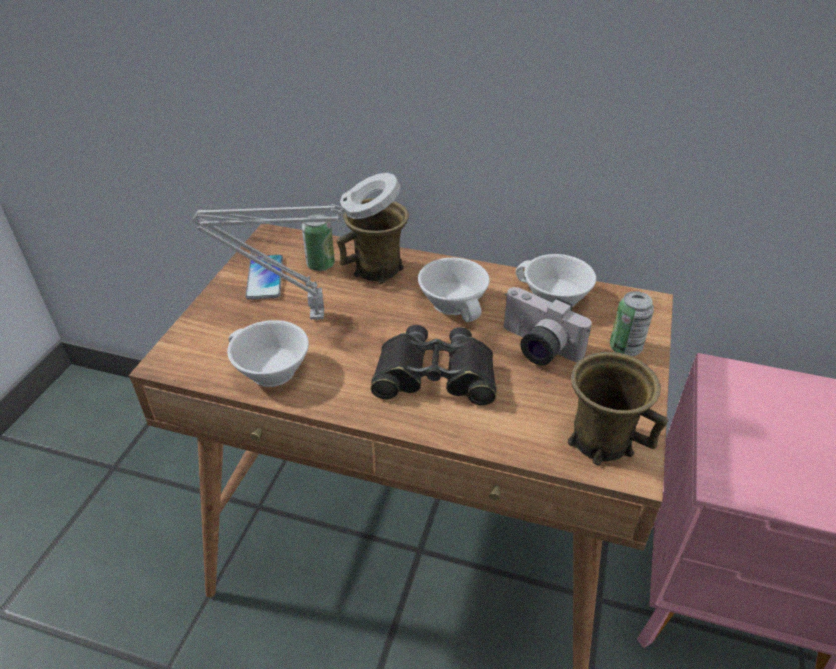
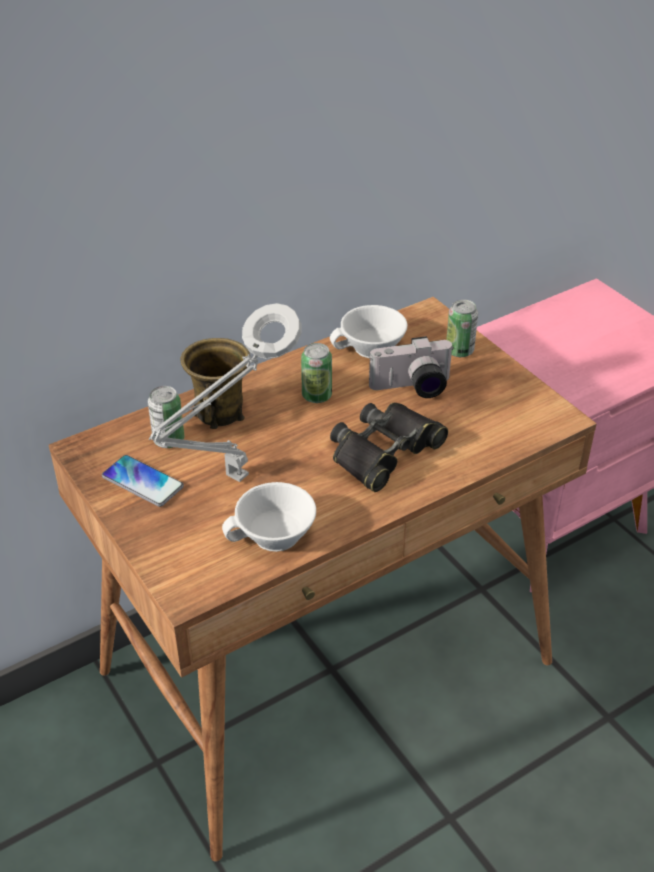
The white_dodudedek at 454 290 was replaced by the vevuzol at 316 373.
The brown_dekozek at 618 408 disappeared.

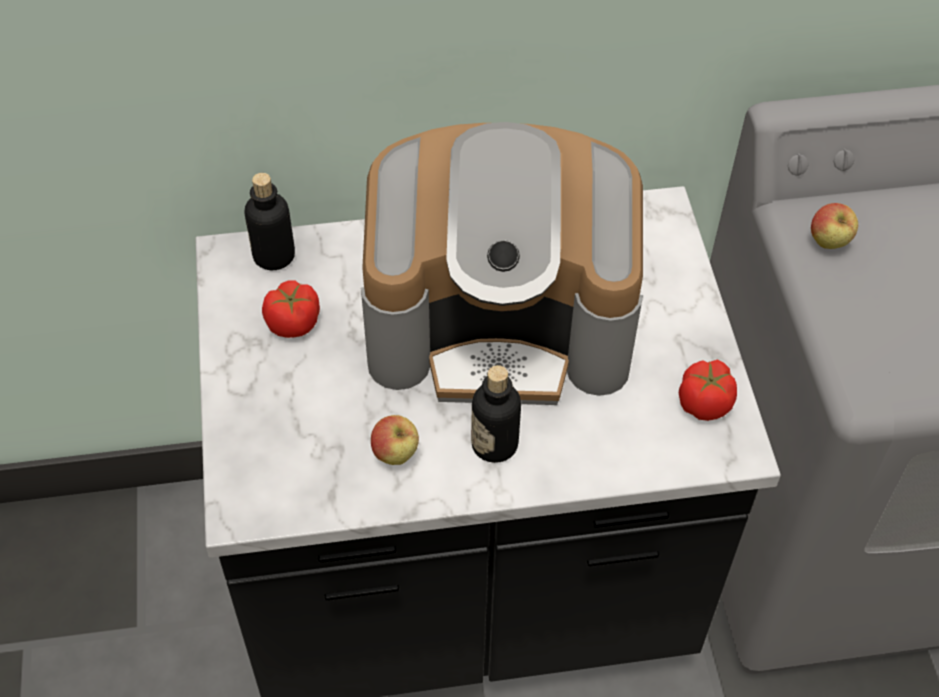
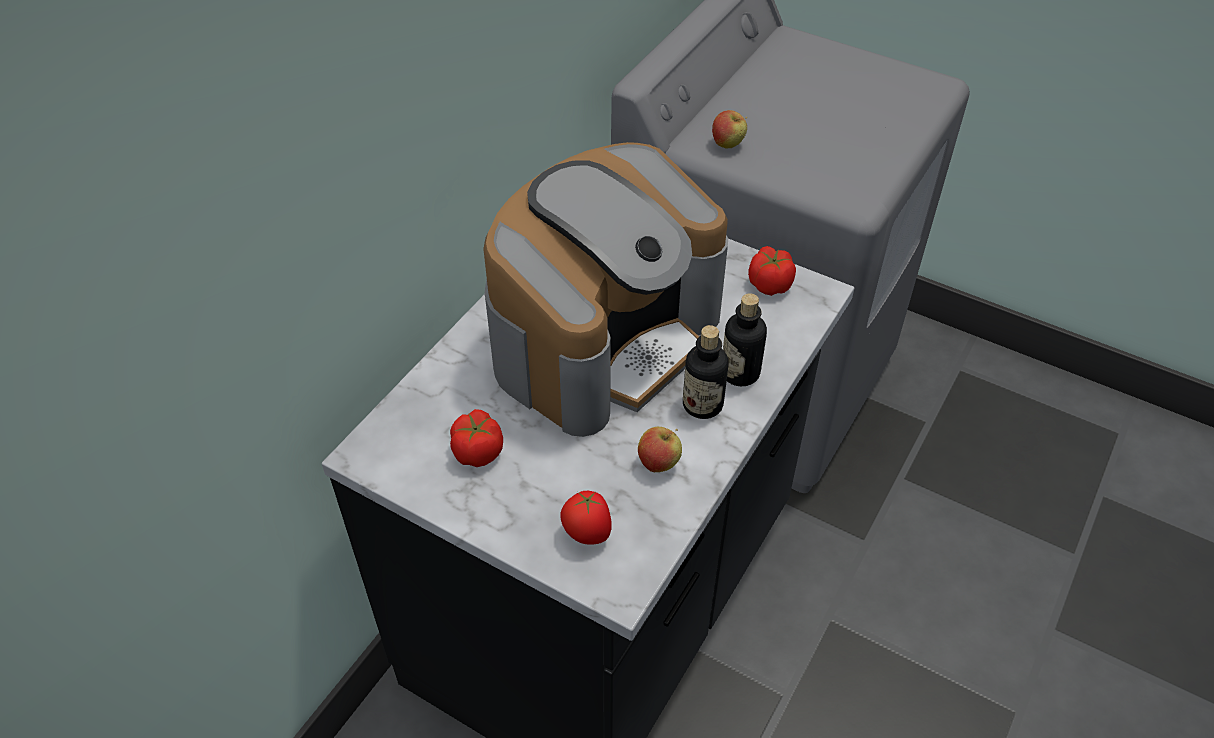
The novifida moved from 270 221 to 745 339.
The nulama at 586 518 appeared.

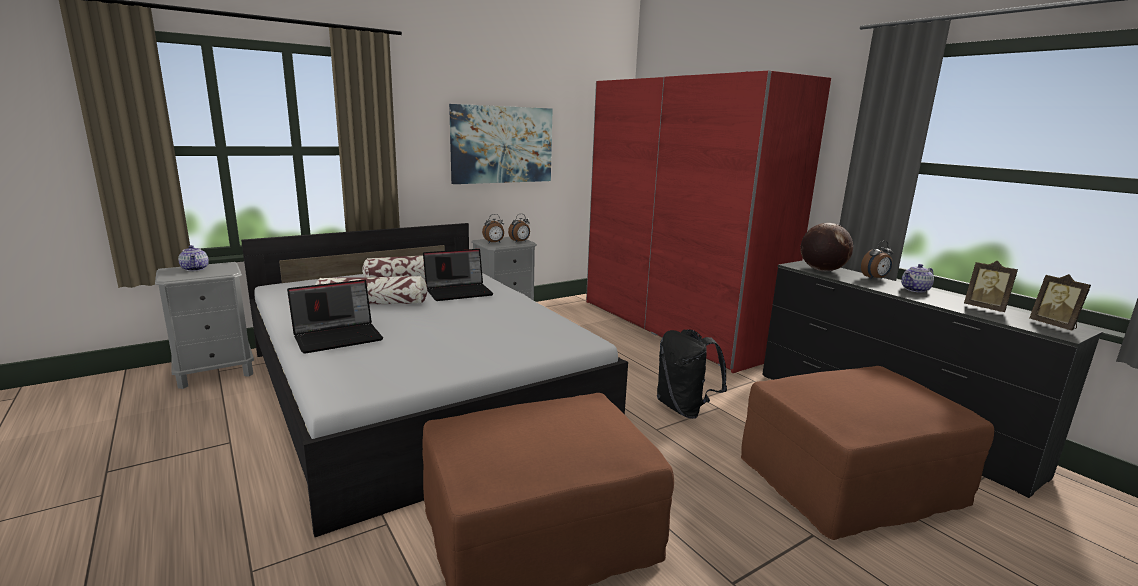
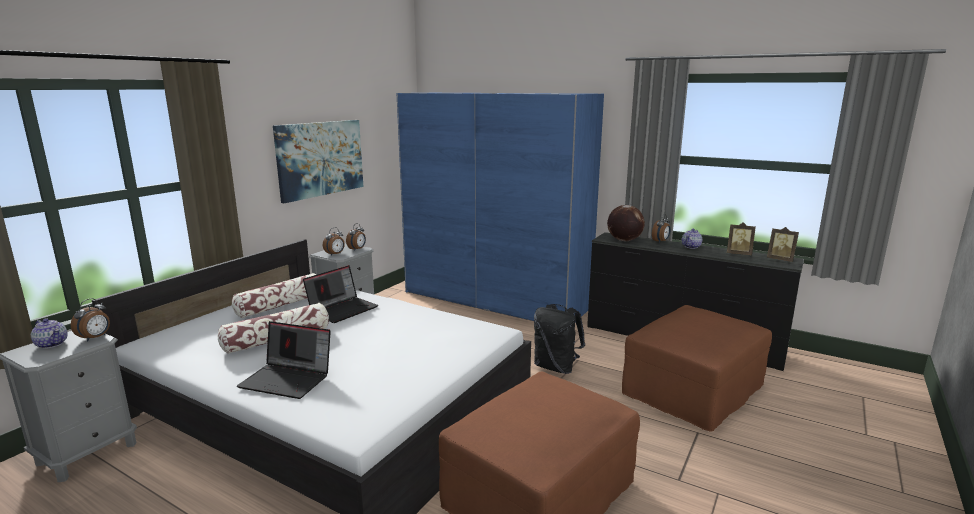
The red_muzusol at 708 221 became the blue_muzusol at 500 207.
The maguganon at 335 316 turned 75 degrees clockwise.
The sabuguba at 90 319 appeared.

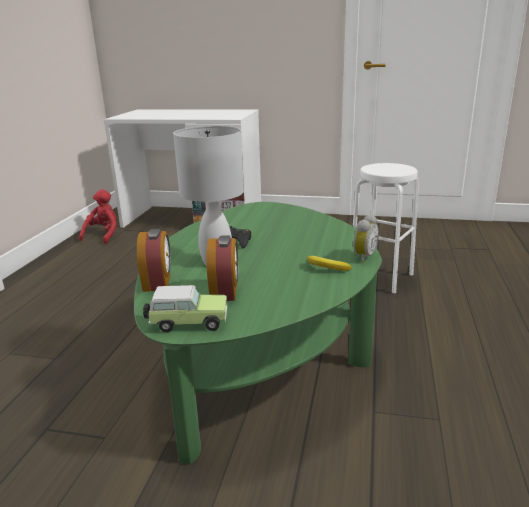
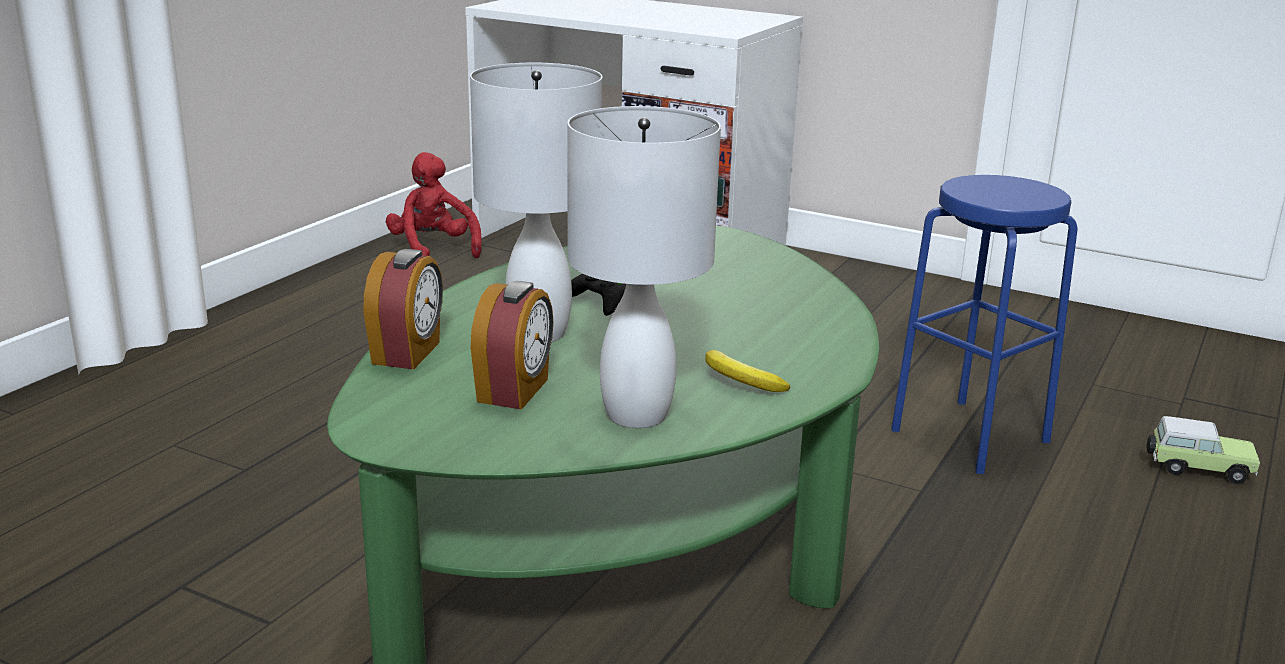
The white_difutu at 386 228 became the blue_difutu at 984 324.
The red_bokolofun at 98 217 turned 60 degrees counterclockwise.
The sabuguba at 366 238 disappeared.
The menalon moved from 185 308 to 1203 450.
The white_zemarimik at 644 267 appeared.

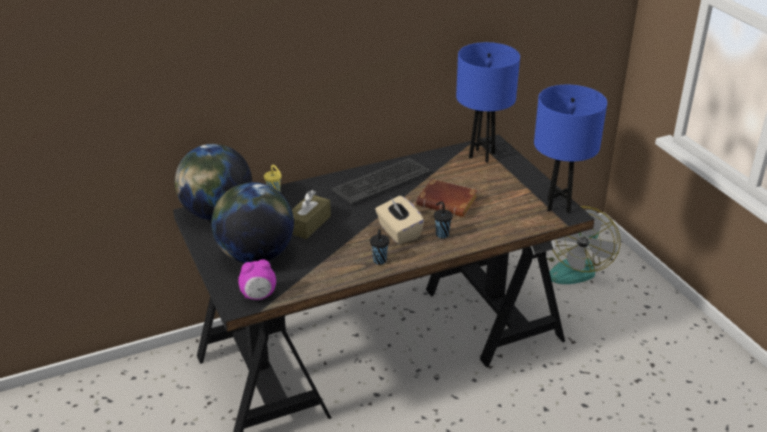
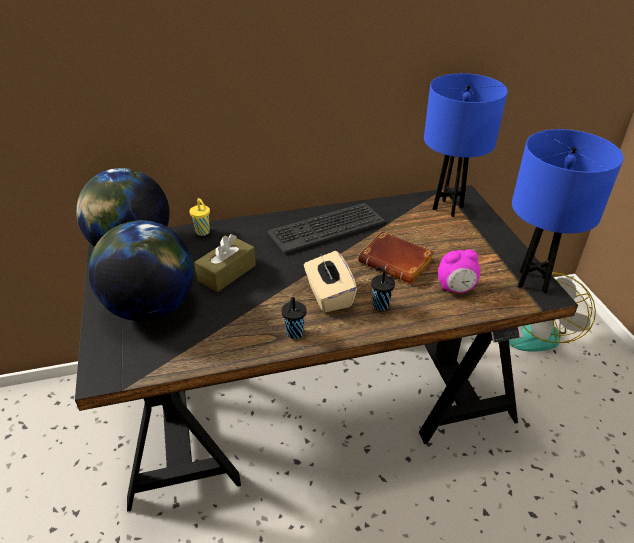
The sabuguba moved from 257 279 to 459 271.

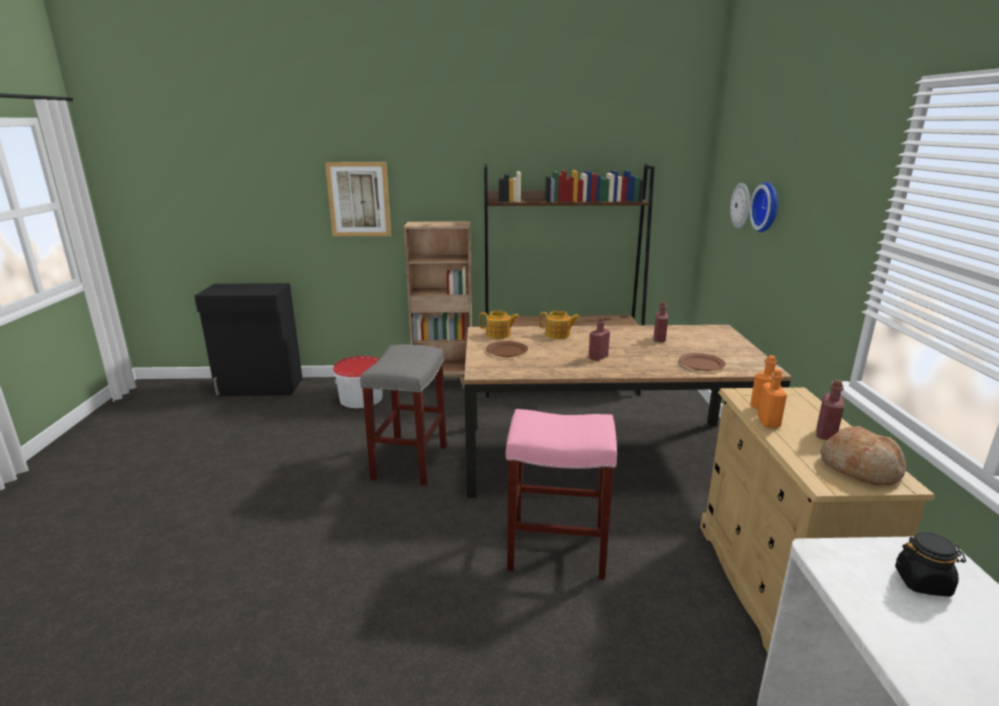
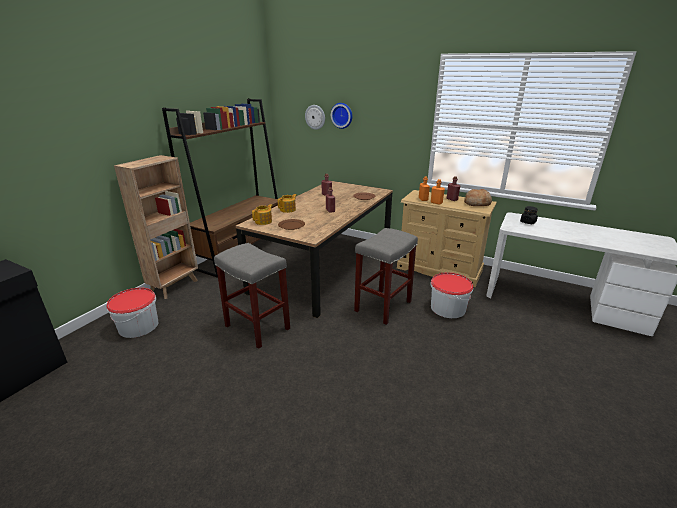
The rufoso at 358 199 disappeared.
The pink_difutu at 561 494 became the grey_difutu at 386 276.
The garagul at 452 295 appeared.

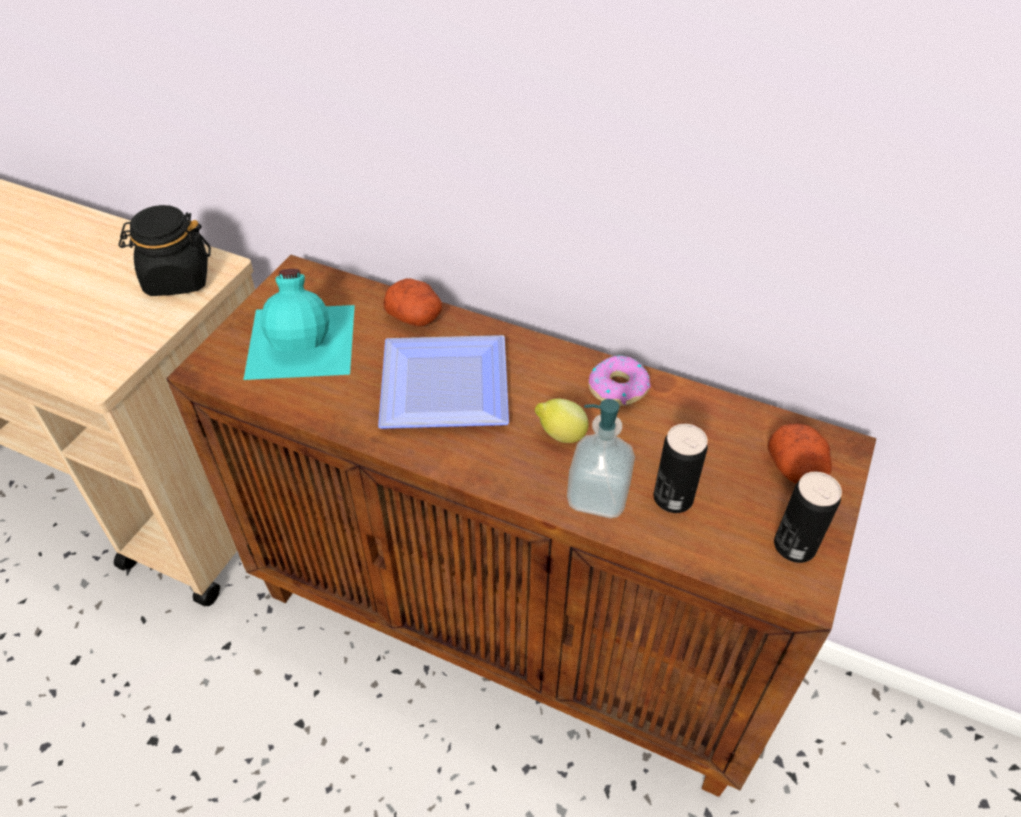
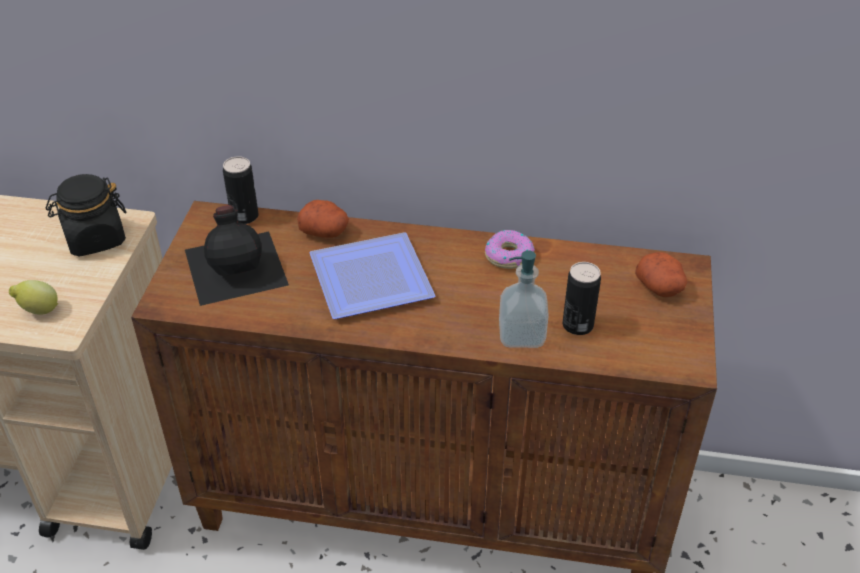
The turquoise_novifida at 299 324 became the black_novifida at 237 255.
The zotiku moved from 562 420 to 33 297.
The vevuzol moved from 808 517 to 241 190.

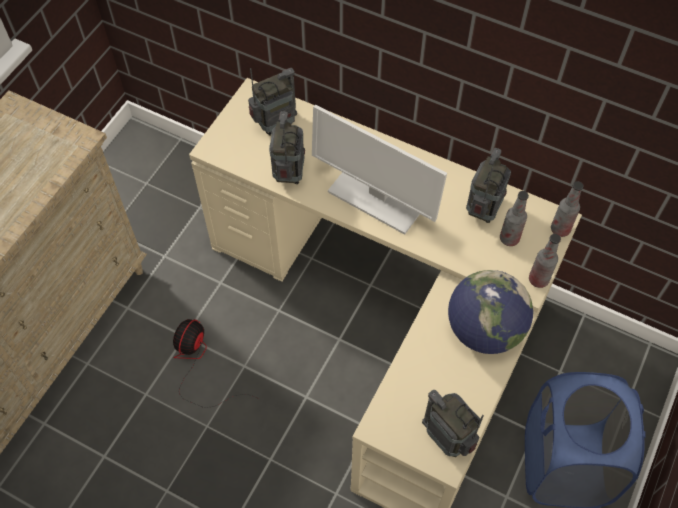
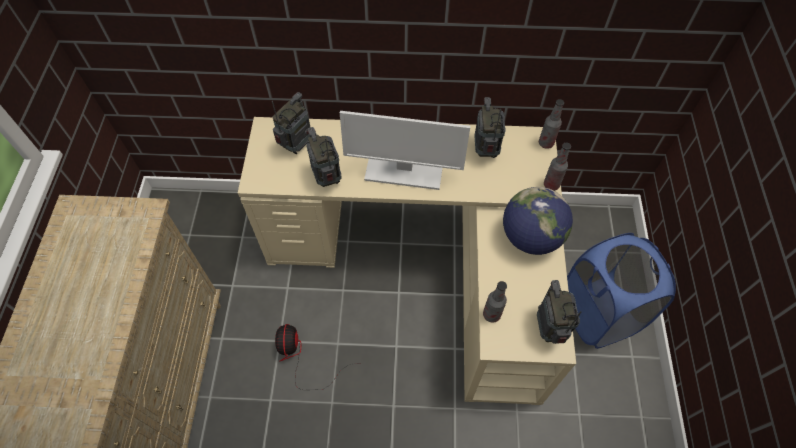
The novifida moved from 514 218 to 495 302.
The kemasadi at 453 423 turned 60 degrees clockwise.

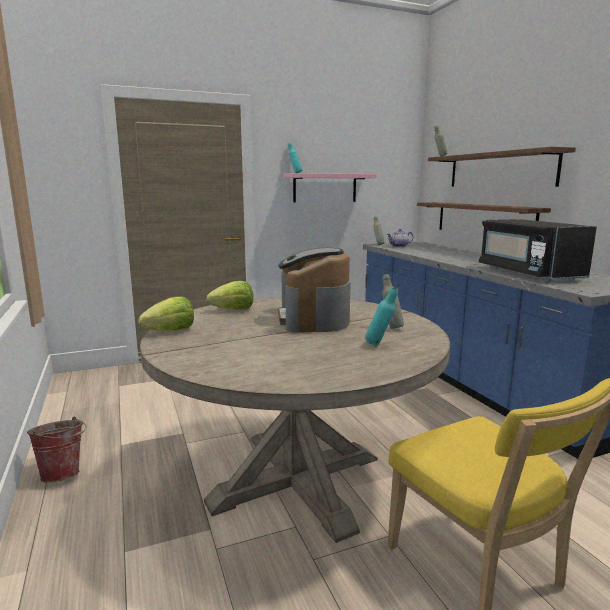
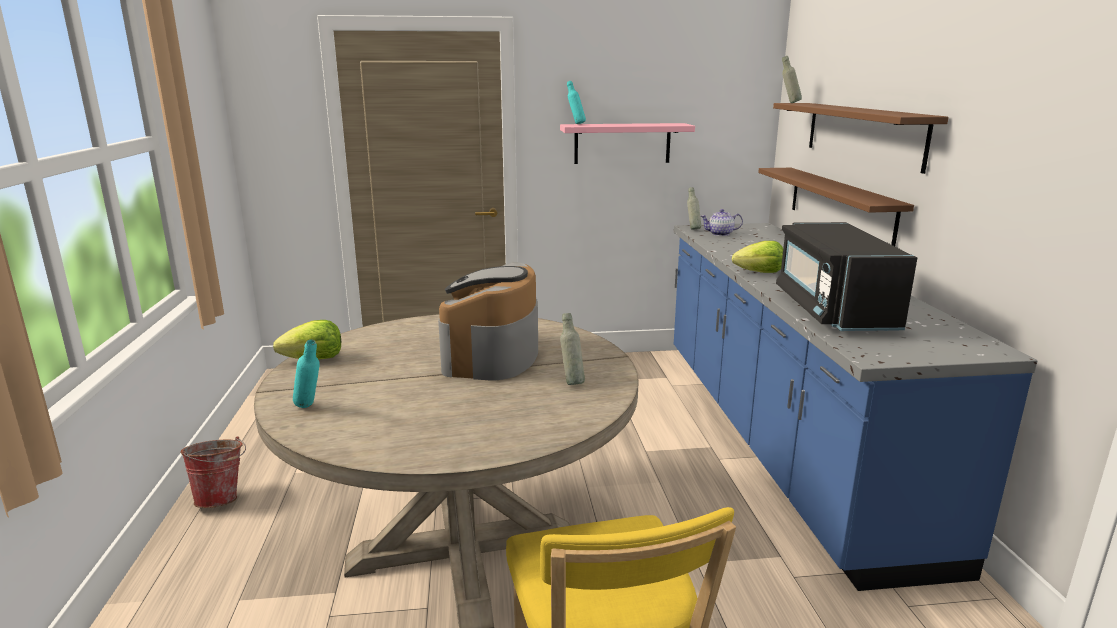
The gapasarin moved from 229 295 to 757 257.
The turquoise_novifida moved from 381 316 to 306 373.

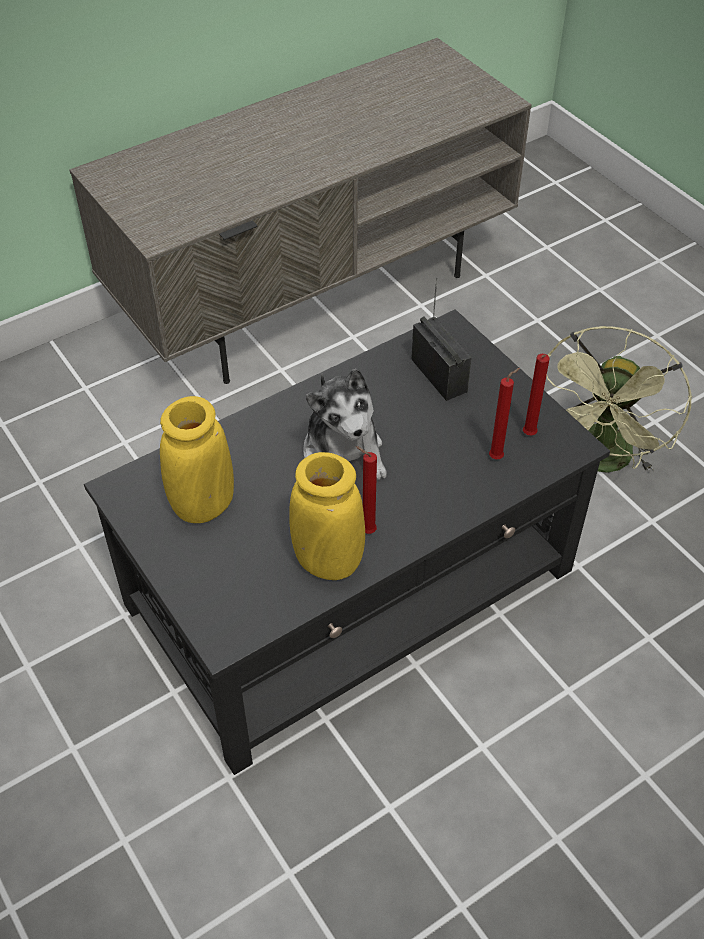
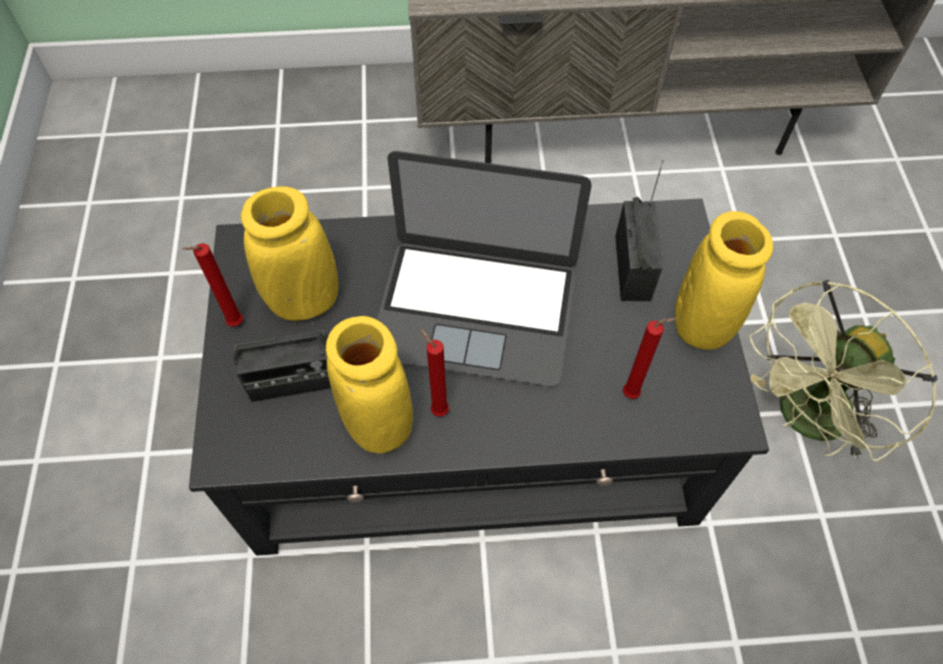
The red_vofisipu moved from 536 395 to 212 284.
The bokolofun at 345 424 was replaced by the maguganon at 484 268.
The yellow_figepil at 724 280 appeared.
The kemasadi at 282 359 appeared.

